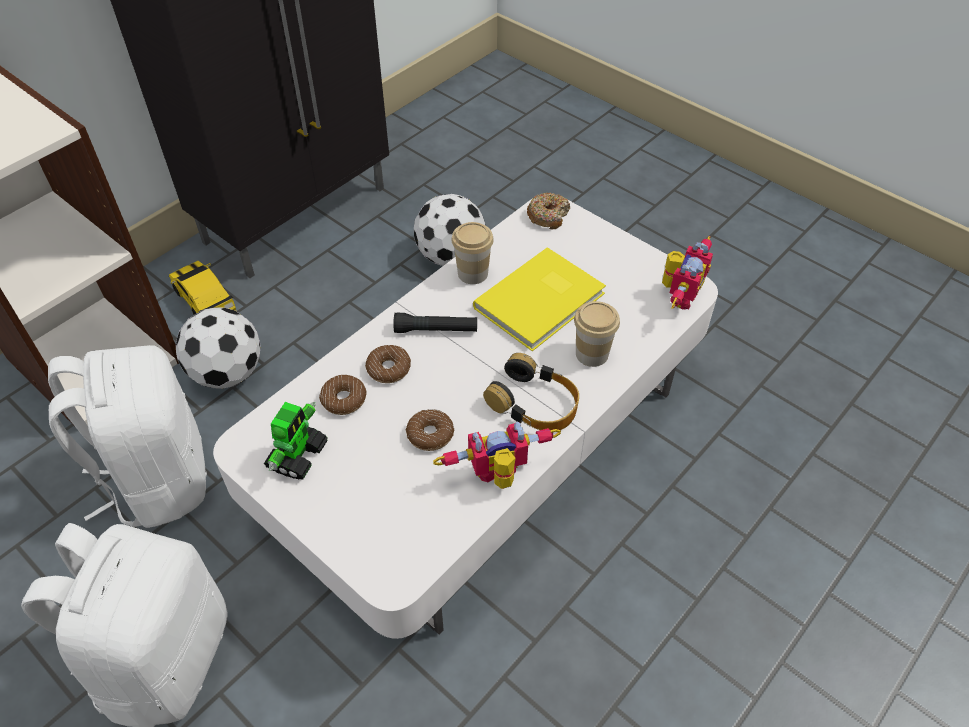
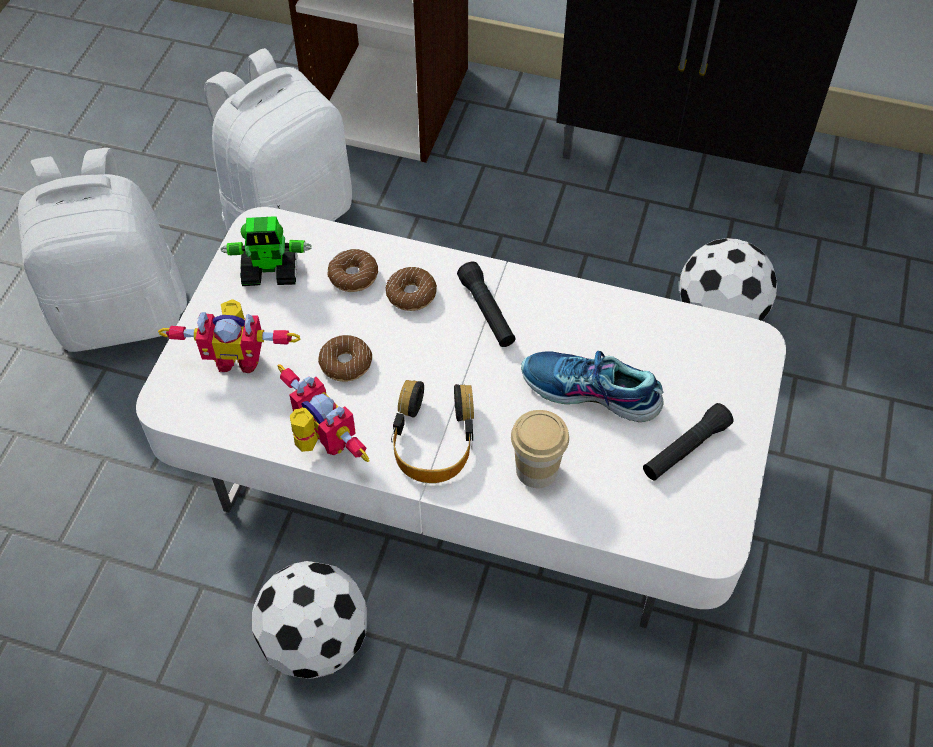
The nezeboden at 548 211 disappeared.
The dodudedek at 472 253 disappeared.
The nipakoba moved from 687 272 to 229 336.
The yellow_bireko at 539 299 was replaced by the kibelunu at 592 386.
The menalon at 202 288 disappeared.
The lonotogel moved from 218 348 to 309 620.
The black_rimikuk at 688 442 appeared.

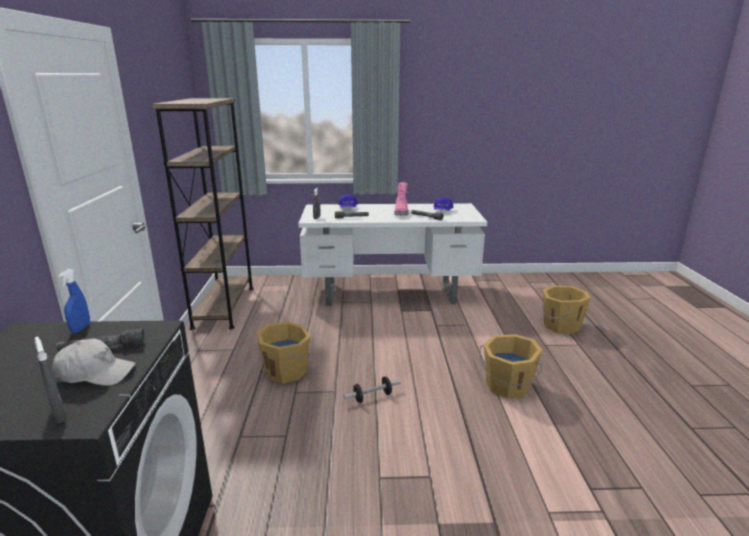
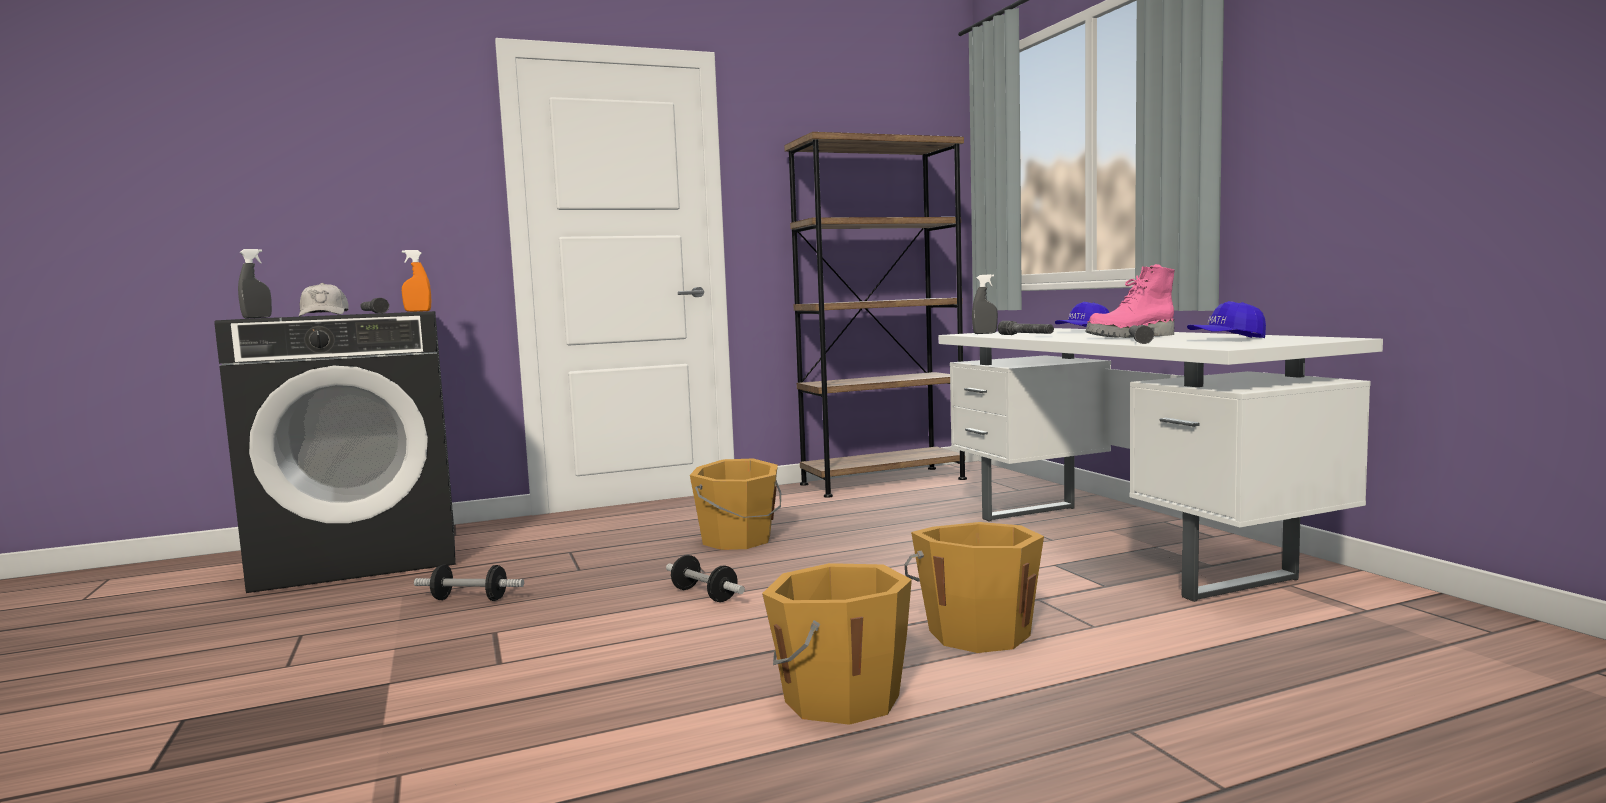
The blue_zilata at 74 301 became the orange_zilata at 416 281.
The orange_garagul moved from 566 310 to 974 587.
The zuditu at 469 583 appeared.

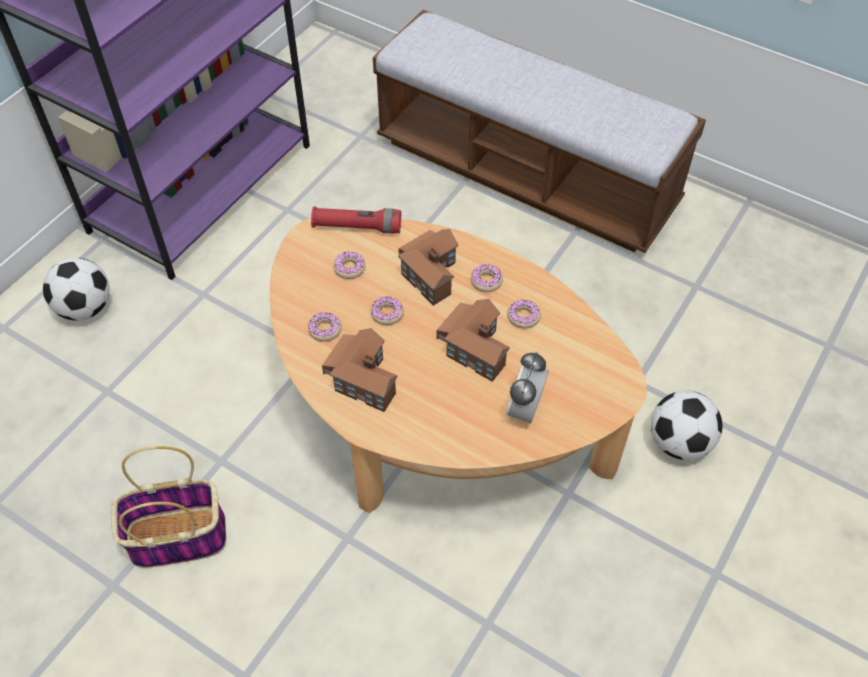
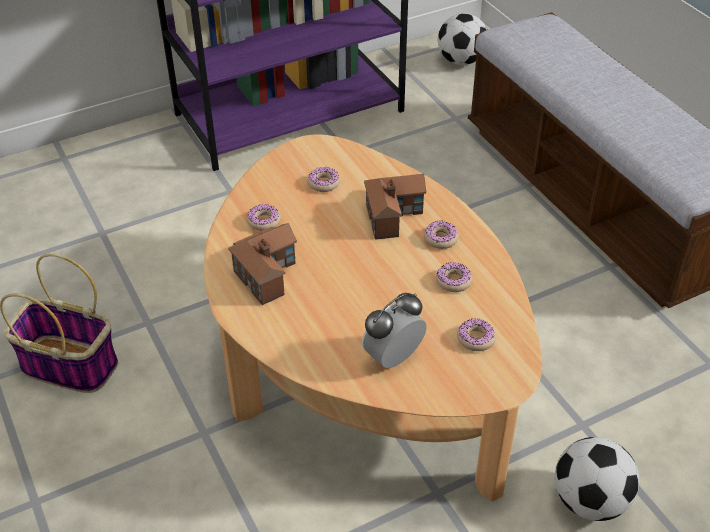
The red_rimikuk at 356 220 disappeared.
The lonotogel moved from 76 289 to 462 39.
The nezeboden moved from 387 310 to 476 334.
The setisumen at 473 340 disappeared.

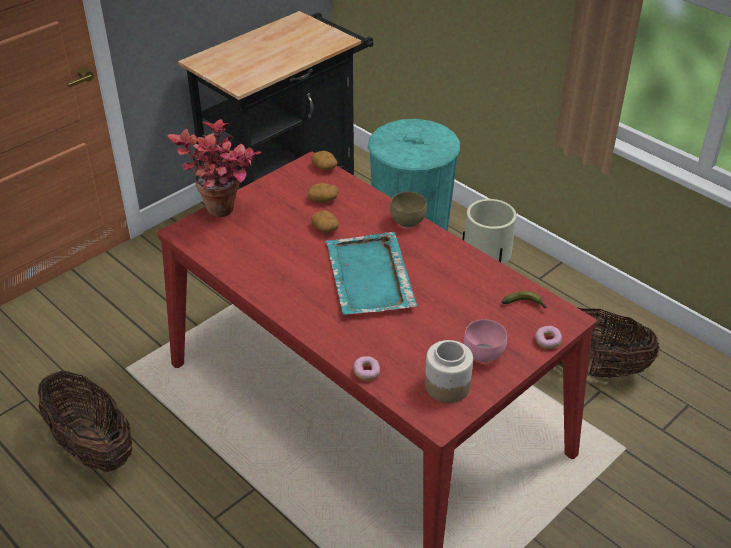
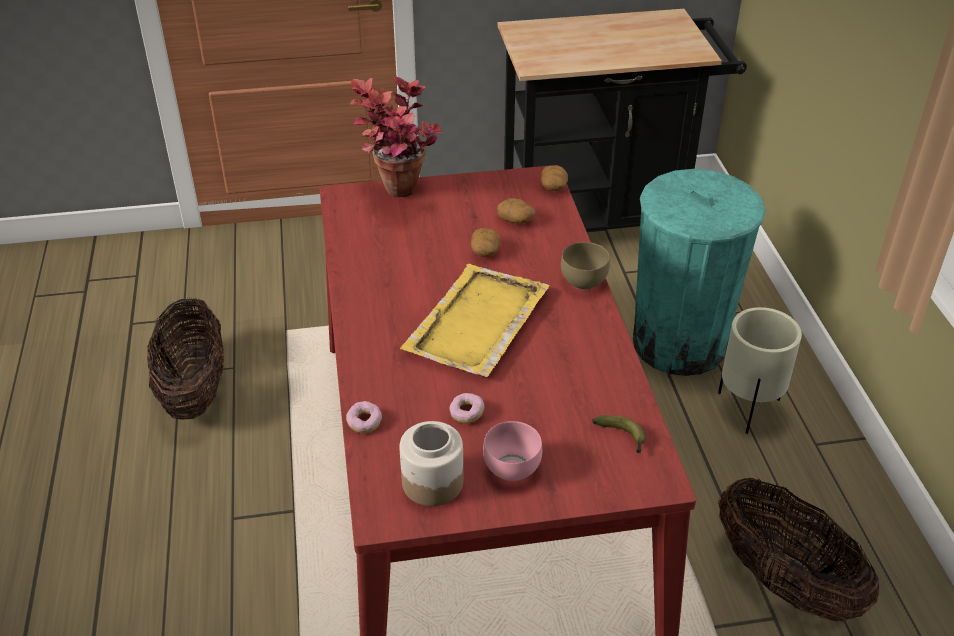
The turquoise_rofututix at 371 273 became the yellow_rofututix at 475 320.
The nezeboden moved from 548 337 to 467 408.

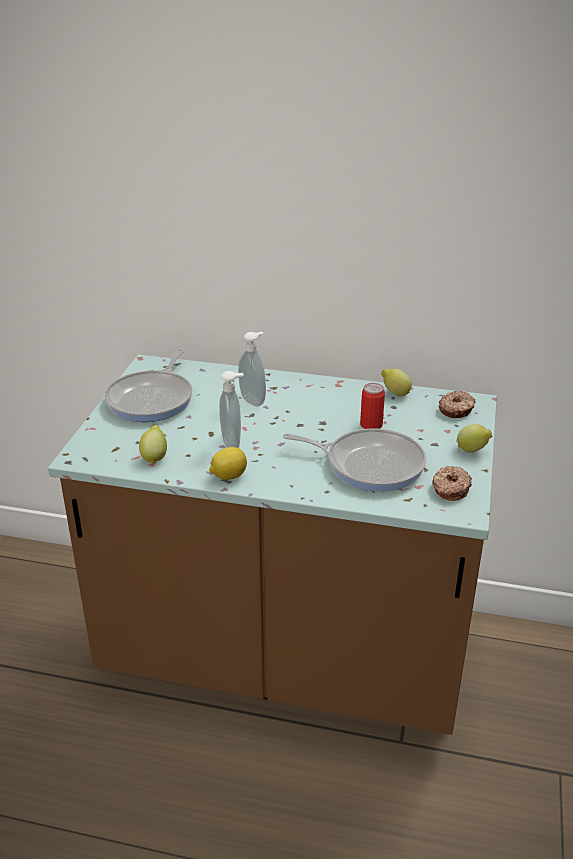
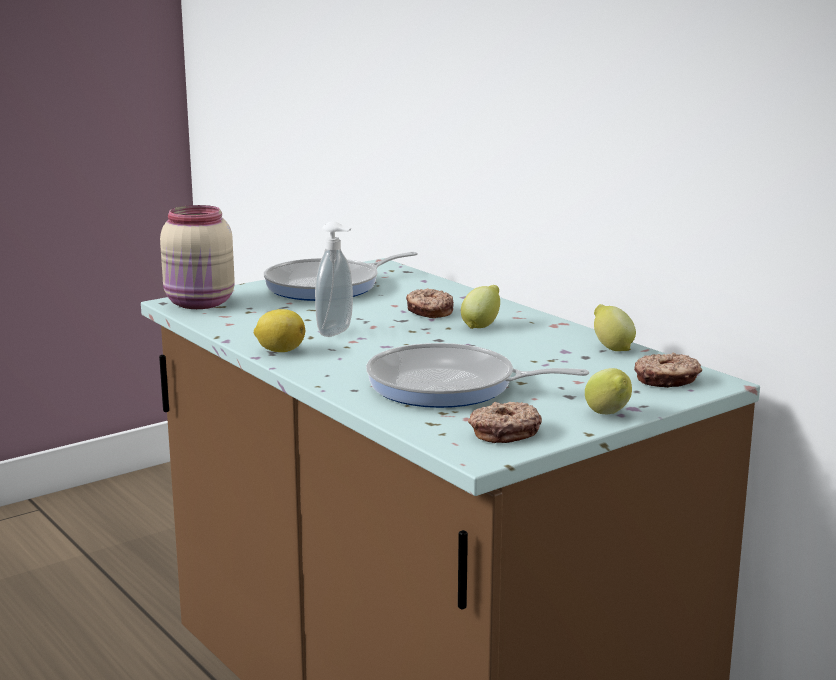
The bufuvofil at 252 369 was replaced by the nezeboden at 430 303.
The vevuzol at 372 406 disappeared.
The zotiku moved from 153 445 to 480 307.
The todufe at 355 460 turned 135 degrees clockwise.
The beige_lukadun at 197 257 appeared.

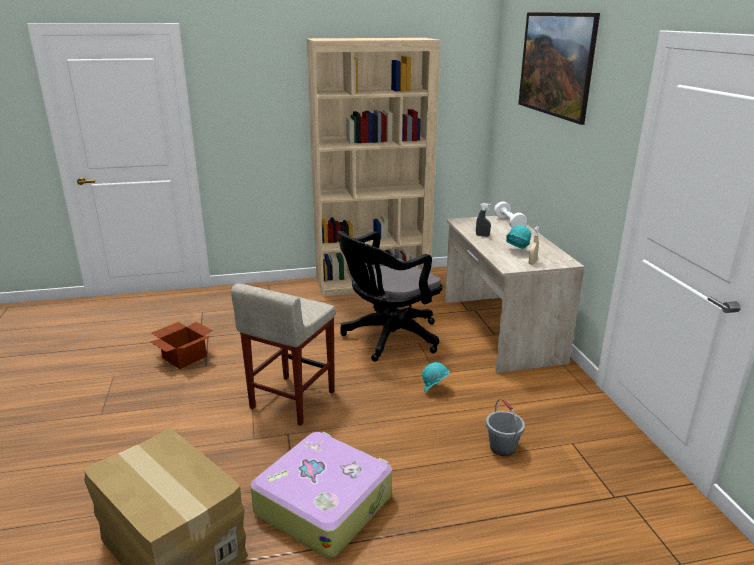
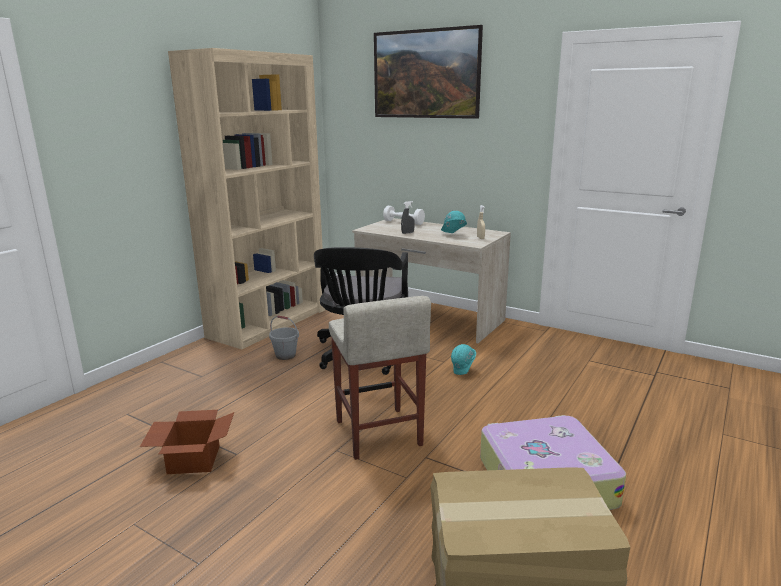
The grey_garagul moved from 505 427 to 284 338.

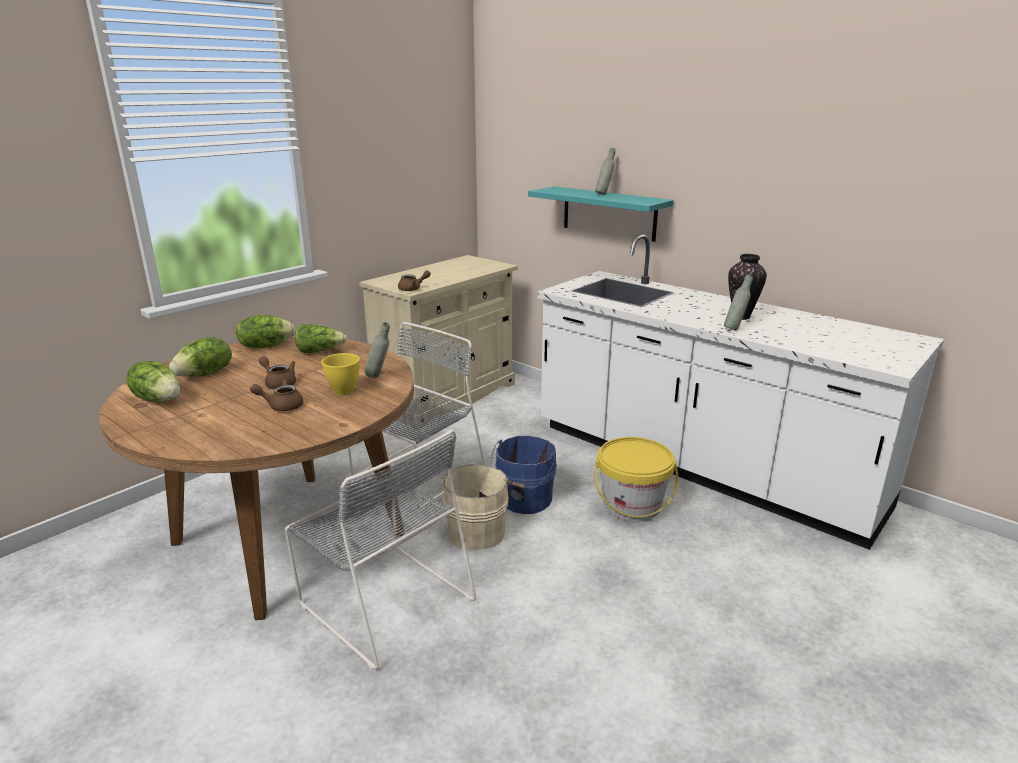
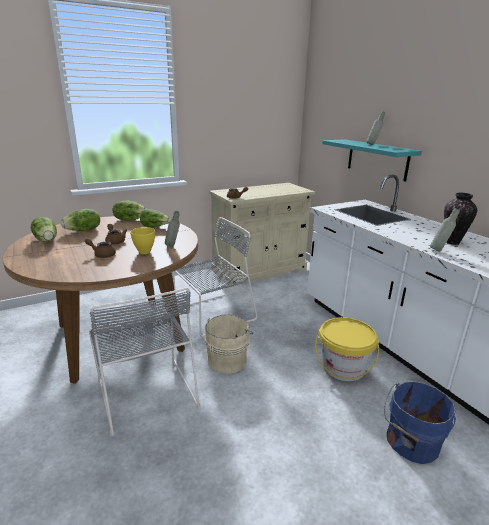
The blue_garagul moved from 523 475 to 420 422.

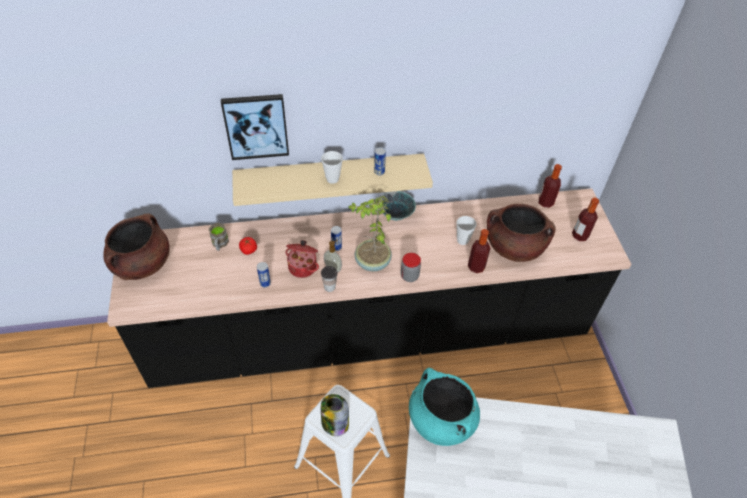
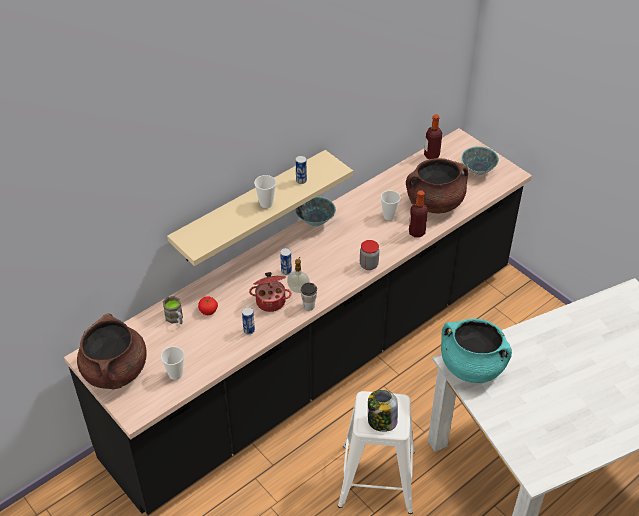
The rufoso at 255 127 disappeared.
The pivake at 370 233 disappeared.
The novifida at 585 219 was replaced by the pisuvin at 480 160.
The dodudedek at 172 363 appeared.

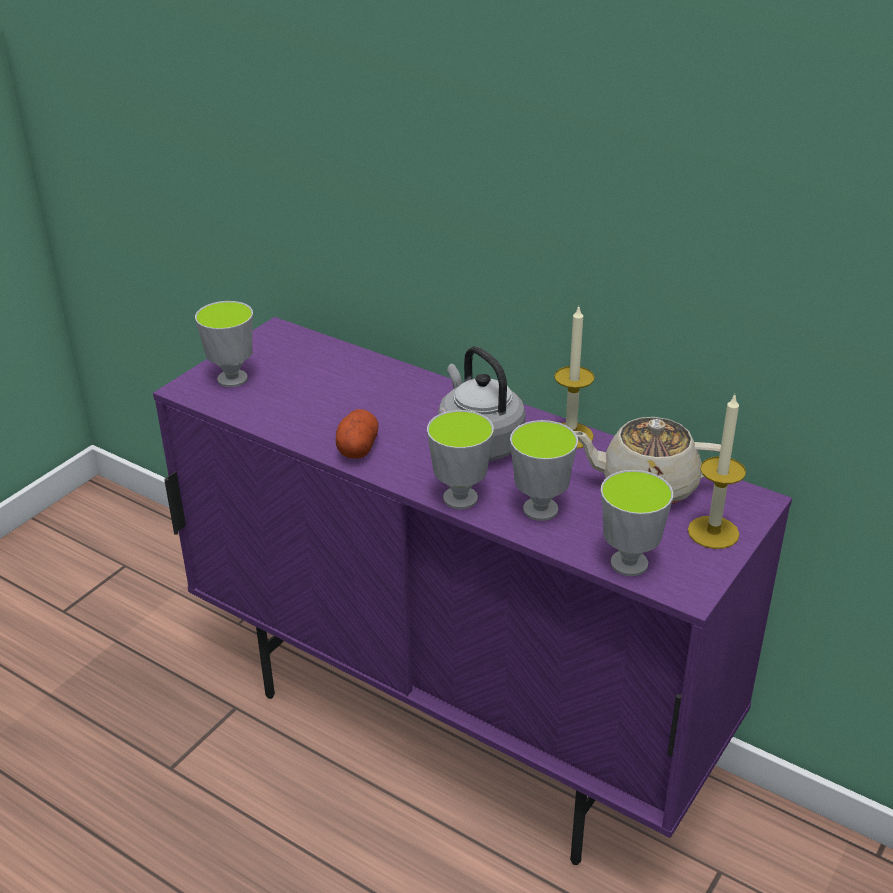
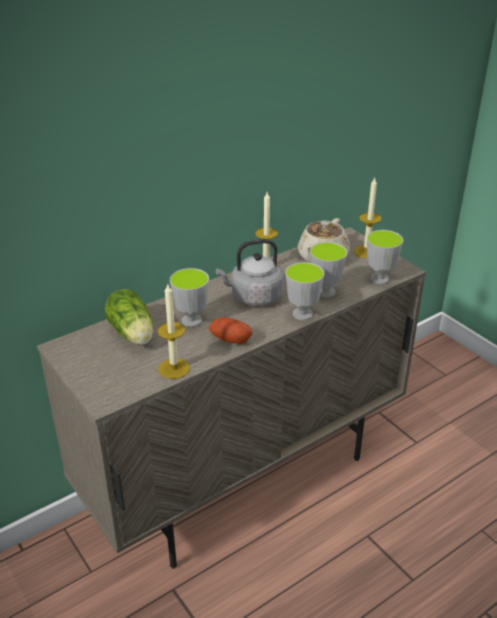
The dodudedek moved from 224 344 to 189 297.
The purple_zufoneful at 472 591 became the beige_zufoneful at 231 398.
The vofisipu at 173 331 appeared.
The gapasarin at 129 317 appeared.

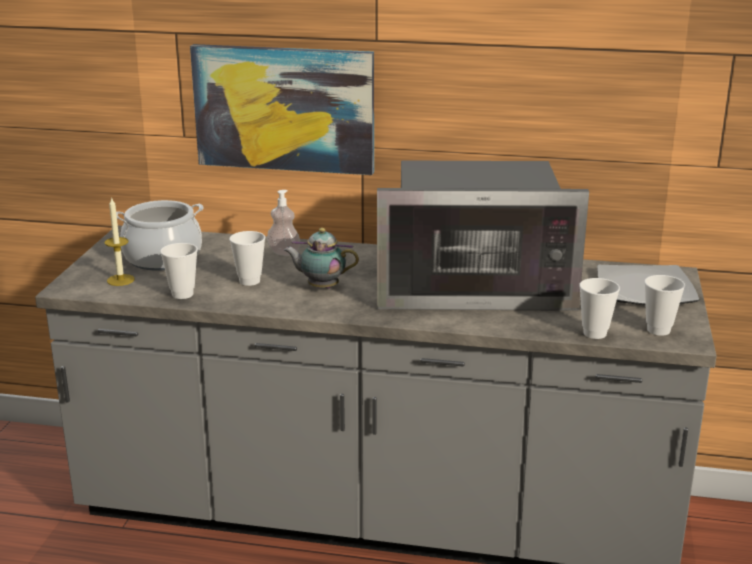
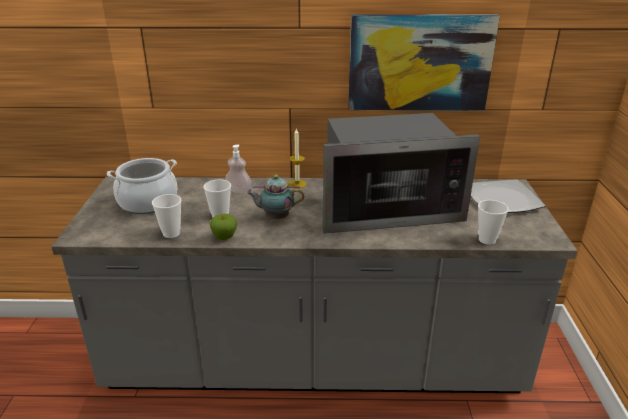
The rufoso moved from 282 109 to 424 62.
The vofisipu moved from 119 241 to 297 158.
The dodudedek at 664 305 disappeared.
The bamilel at 223 227 appeared.

